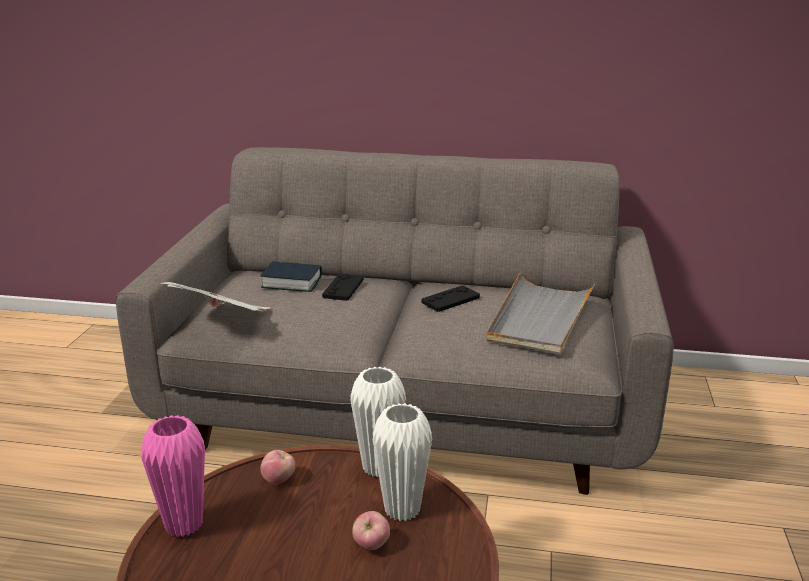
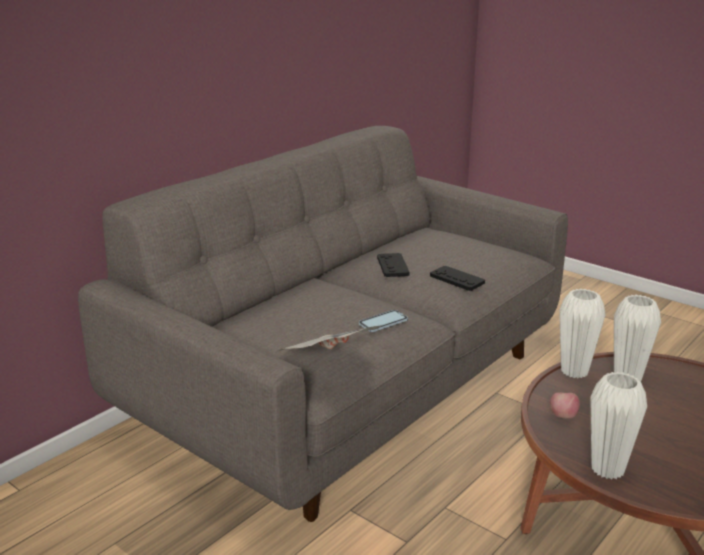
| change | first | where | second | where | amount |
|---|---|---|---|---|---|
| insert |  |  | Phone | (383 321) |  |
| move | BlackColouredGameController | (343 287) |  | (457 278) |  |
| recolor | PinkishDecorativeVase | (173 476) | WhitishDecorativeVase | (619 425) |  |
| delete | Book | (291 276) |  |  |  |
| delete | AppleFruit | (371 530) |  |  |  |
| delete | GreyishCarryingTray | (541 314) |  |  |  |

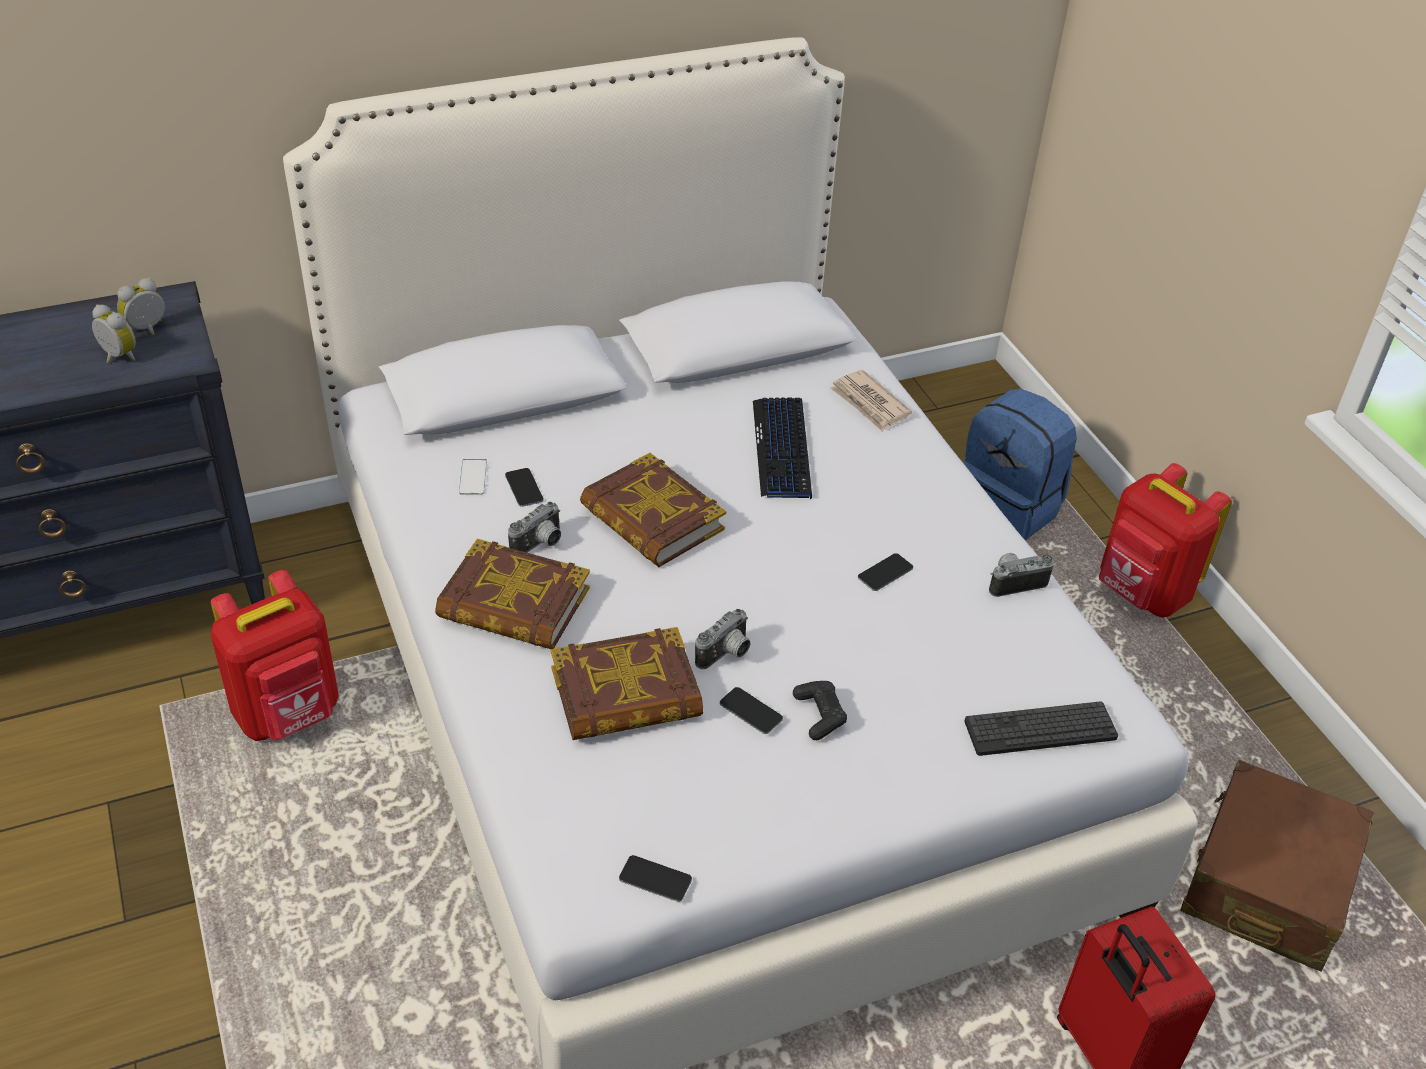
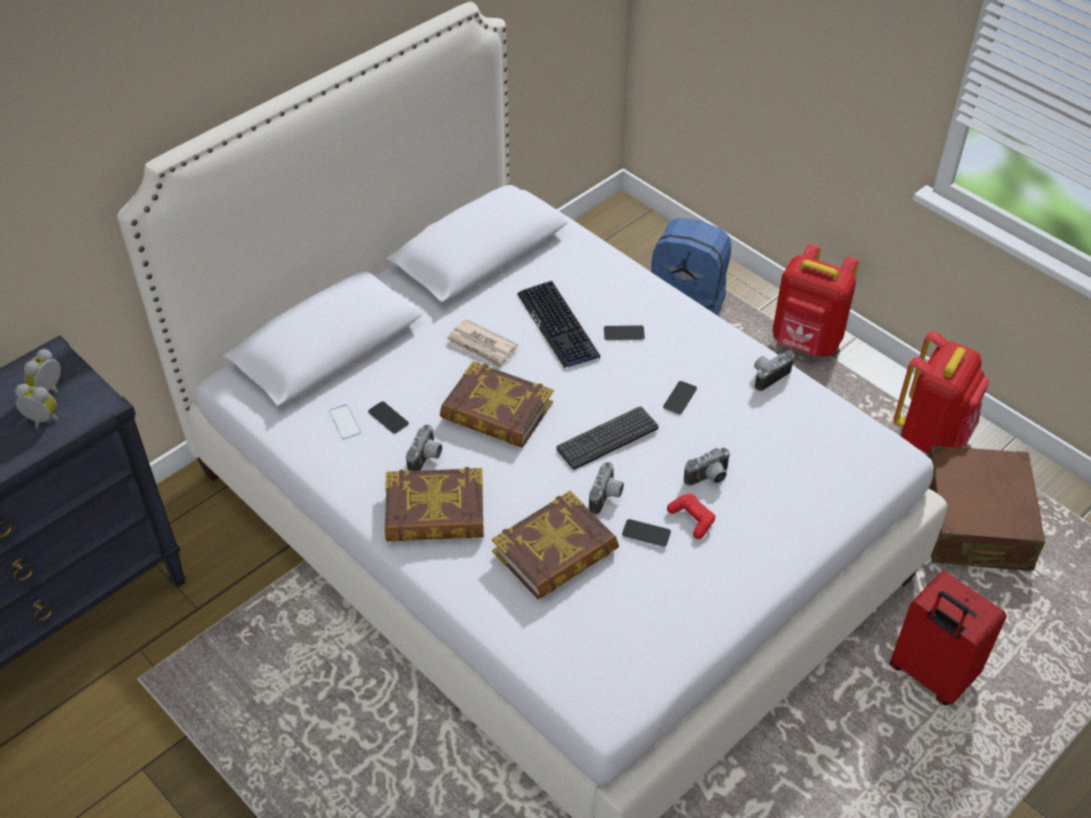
| change | first | where | second | where | amount |
|---|---|---|---|---|---|
| move | PrintedPaper | (871 401) |  | (482 344) |  |
| move | Keyboard | (1041 729) |  | (608 438) |  |
| move | Phone | (655 878) |  | (624 332) |  |
| recolor | BlackColouredGameController | (820 710) | ReddishGameController | (691 516) |  |
| insert |  |  | StillCamera | (707 466) |  |
| move | ReddishRucksack | (275 655) |  | (941 392) |  |

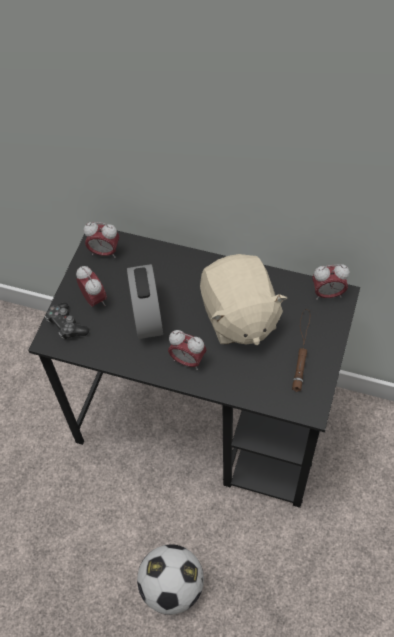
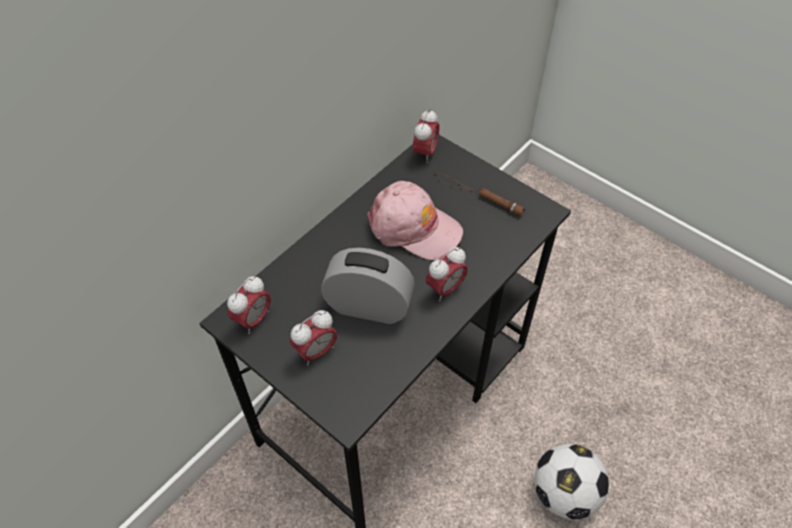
| change | first | where | second | where | amount |
|---|---|---|---|---|---|
| rotate | TableClock | (91 286) |  | (313 338) | 150 degrees clockwise |
| replace | SandColouredSoftToy | (243 299) | PinkishPeakedCap | (415 220) |  |
| delete | GameController | (67 321) |  |  |  |

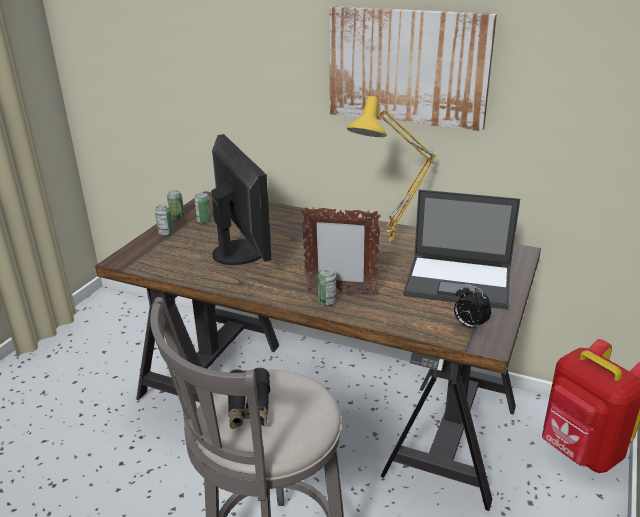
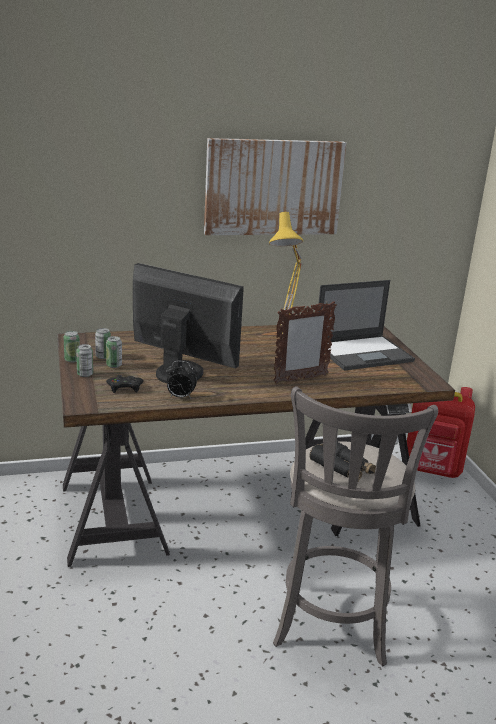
| change | first | where | second | where | amount |
|---|---|---|---|---|---|
| move | SealedCan | (327 287) |  | (114 352) |  |
| insert |  |  | BlackColouredGameController | (124 384) |  |
| move | TableClock | (472 307) |  | (181 379) |  |

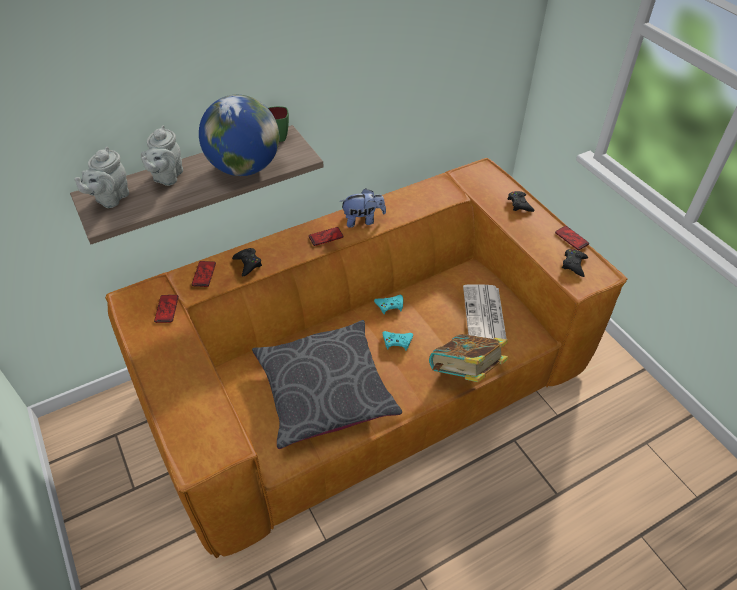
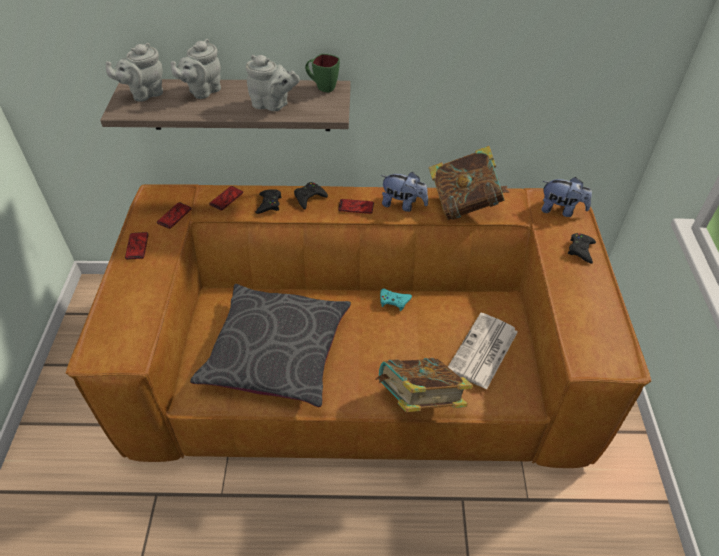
| change | first | where | second | where | amount |
|---|---|---|---|---|---|
| move | Phone | (572 238) |  | (137 246) |  |
| replace | DeskGlobe | (239 135) | GreyishTeaPot | (273 83) |  |
| move | BlackColouredGameController | (575 263) |  | (311 195) |  |
| insert |  |  | Book | (469 183) |  |
| insert |  |  | SoftToy | (566 197) |  |
| delete | BlueGreenGameController | (398 341) |  |  |  |

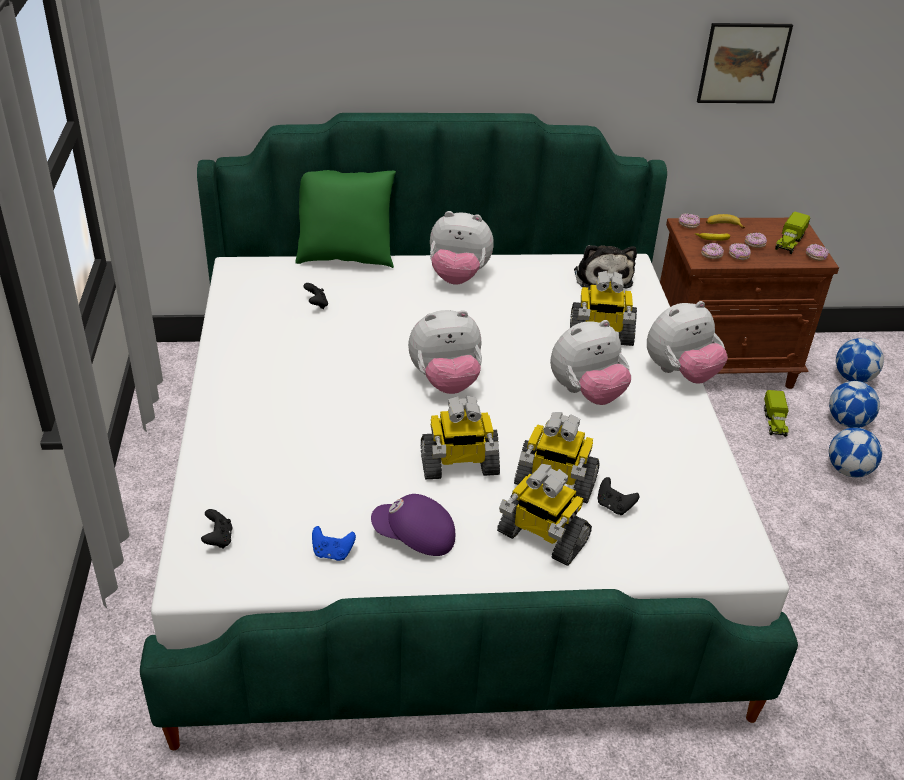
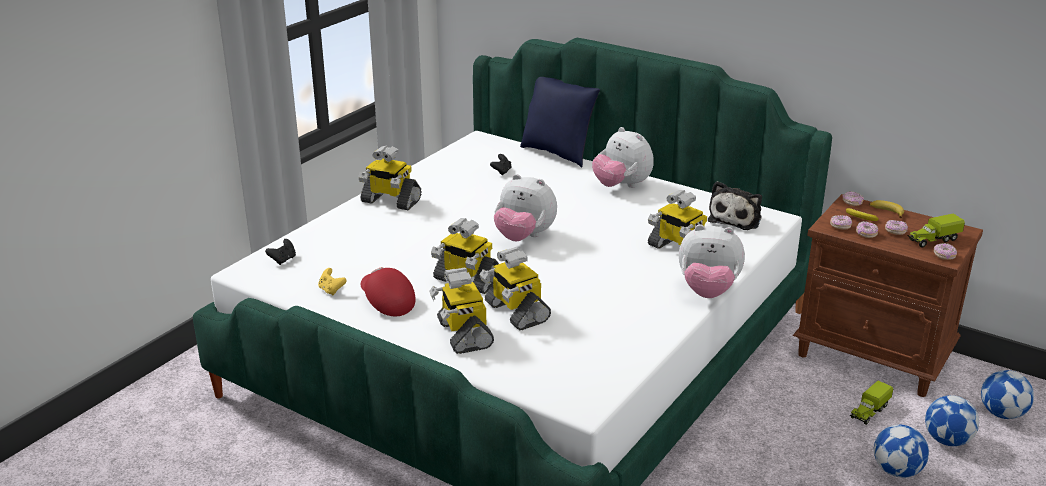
| change | first | where | second | where | amount |
|---|---|---|---|---|---|
| recolor | BlueGameController | (334 543) | YellowColouredGameController | (332 282) |  |
| insert |  |  | RobotFigure | (390 177) |  |
| recolor | PurplePeakedCap | (413 525) | ReddishPeakedCap | (388 291) |  |
| recolor | GreenThrowPillow | (345 219) | BlueThrowPillow | (560 122) |  |
| delete | SoftToy | (590 362) |  |  |  |
| delete | BlackColouredGameController | (618 496) |  |  |  |
| delete | WallArt | (745 63) |  |  |  |

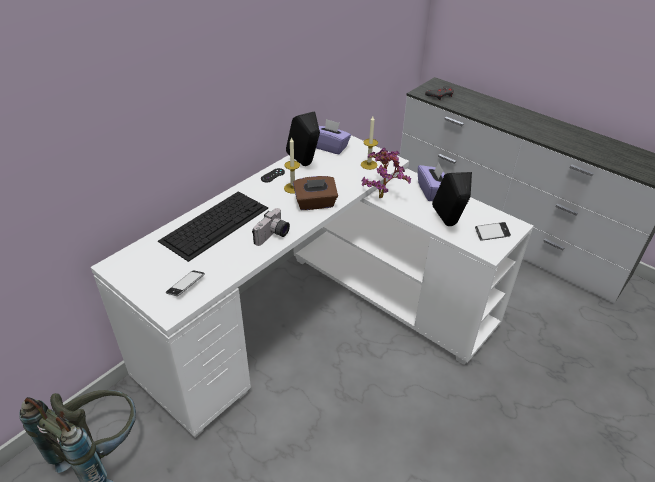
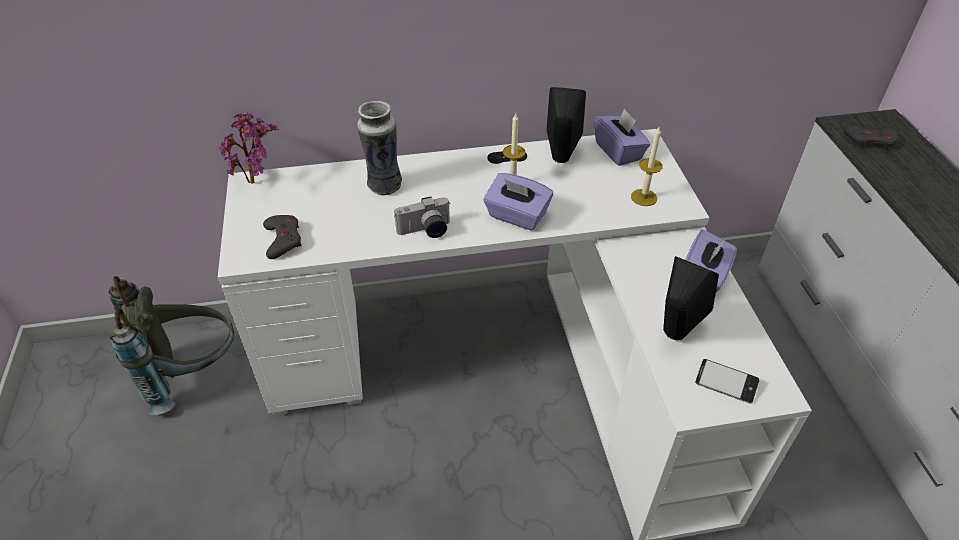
| change | first | where | second | where | amount |
|---|---|---|---|---|---|
| move | PottedPlant | (386 173) |  | (249 148) |  |
| replace | Phone | (185 283) | GreyishGameController | (282 237) |  |
| replace | Keyboard | (213 226) | DecorativeVase | (379 148) |  |
| recolor | BrownishBoxOfTissues | (315 193) | PurpleBoxOfTissues | (518 202) |  |

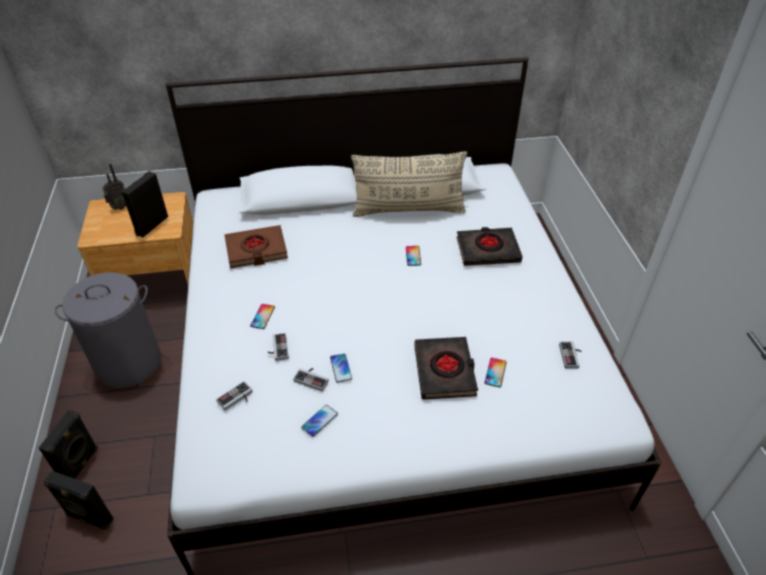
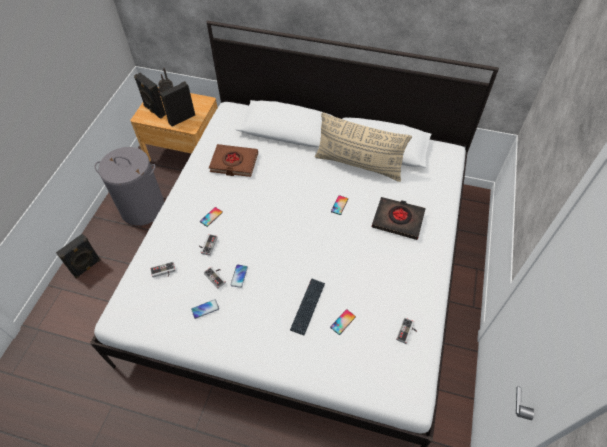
| change | first | where | second | where | amount |
|---|---|---|---|---|---|
| move | BlackColouredLoudspeaker | (78 500) |  | (150 95) |  |
| replace | BlackColouredBook | (446 368) | Keyboard | (307 306) |  |

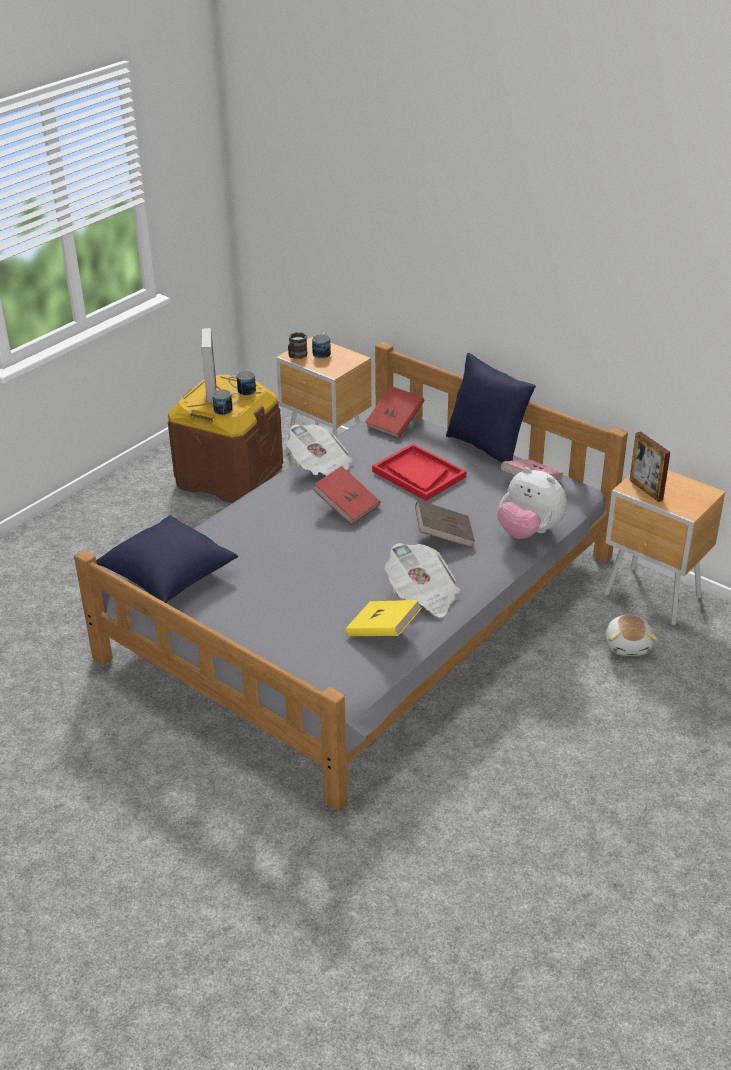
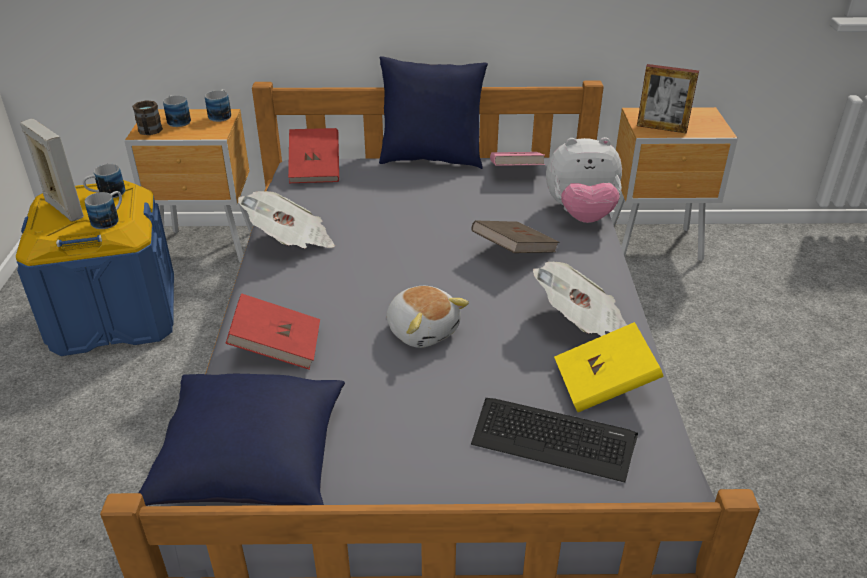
| change | first | where | second | where | amount |
|---|---|---|---|---|---|
| recolor | BrownishStorageBin | (225 439) | BlueStorageBin | (95 268) |  |
| insert |  |  | Mug | (218 105) |  |
| move | ReddishBook | (346 495) |  | (273 331) |  |
| move | SoftToy | (631 635) |  | (428 317) |  |
| insert |  |  | Keyboard | (554 440) |  |
| delete | ReddishCarryingTray | (419 472) |  |  |  |

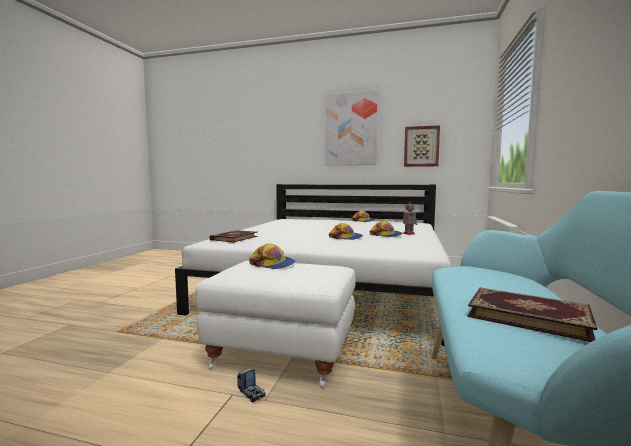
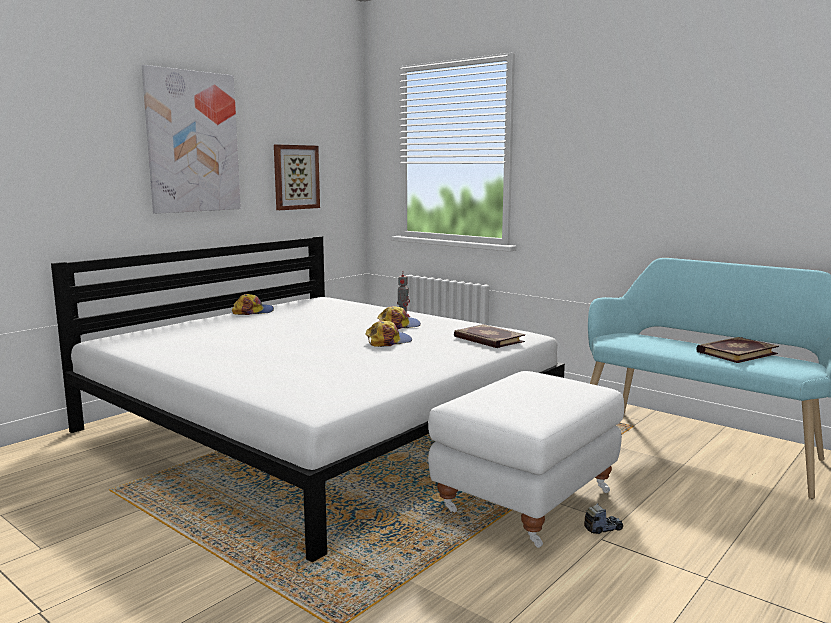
| change | first | where | second | where | amount |
|---|---|---|---|---|---|
| move | Book | (234 236) |  | (489 336) |  |
| delete | PeakedCap | (272 256) |  |  |  |

